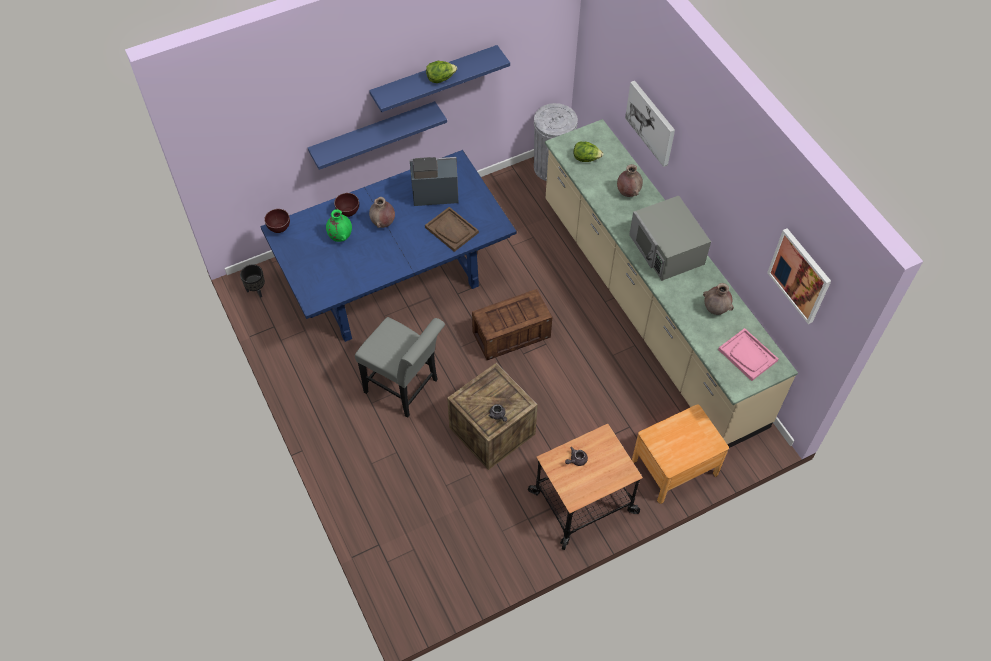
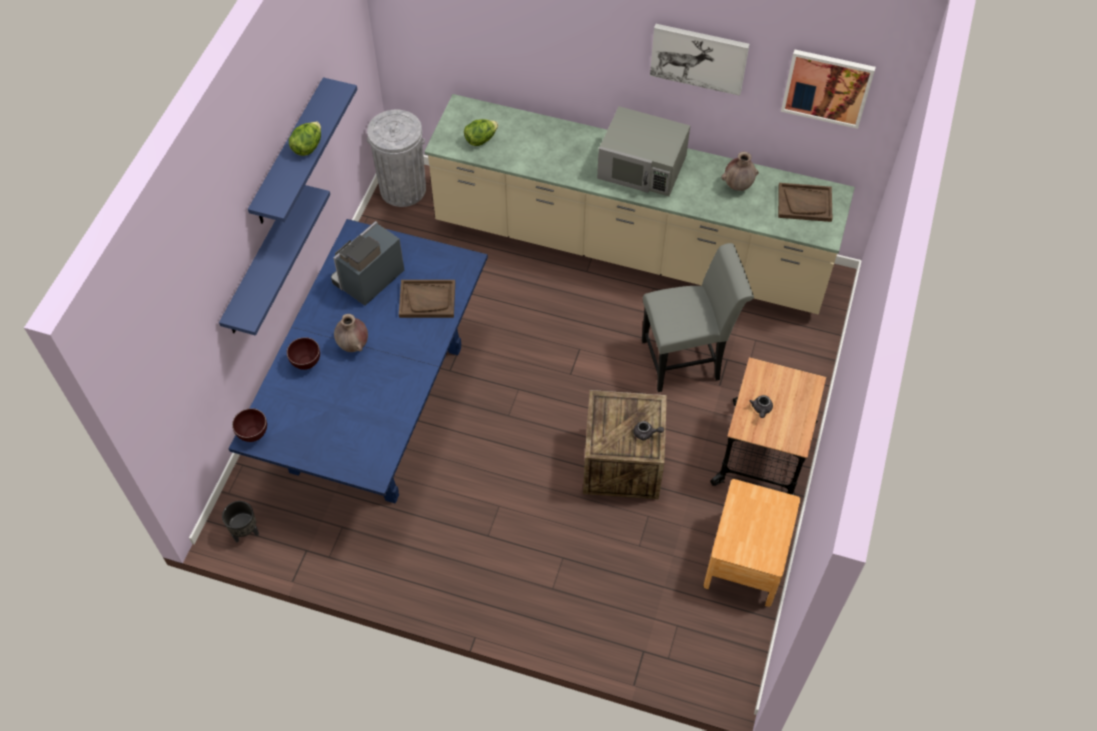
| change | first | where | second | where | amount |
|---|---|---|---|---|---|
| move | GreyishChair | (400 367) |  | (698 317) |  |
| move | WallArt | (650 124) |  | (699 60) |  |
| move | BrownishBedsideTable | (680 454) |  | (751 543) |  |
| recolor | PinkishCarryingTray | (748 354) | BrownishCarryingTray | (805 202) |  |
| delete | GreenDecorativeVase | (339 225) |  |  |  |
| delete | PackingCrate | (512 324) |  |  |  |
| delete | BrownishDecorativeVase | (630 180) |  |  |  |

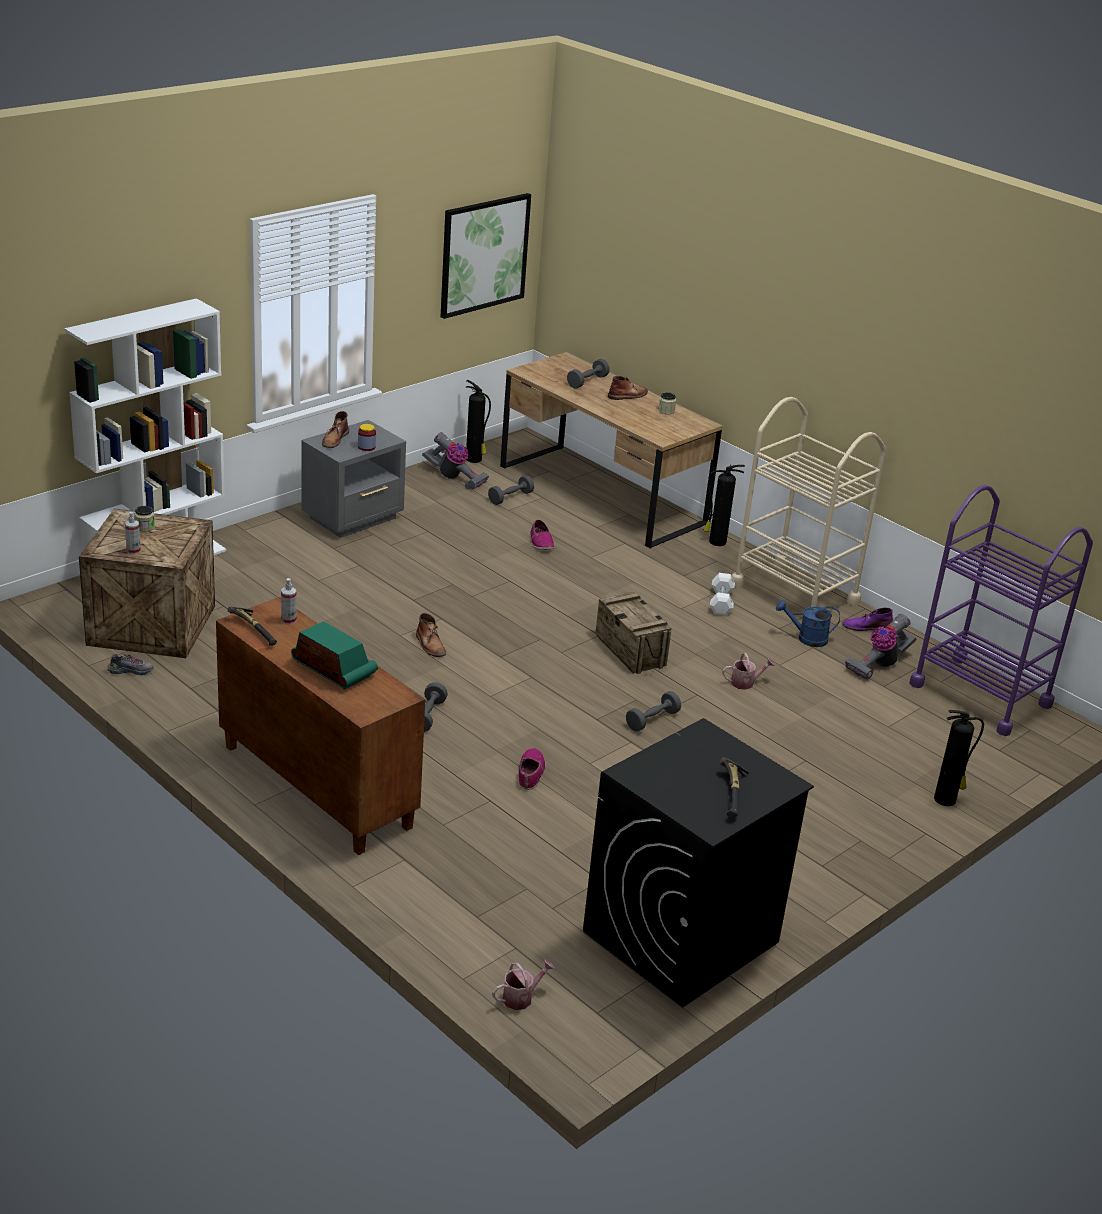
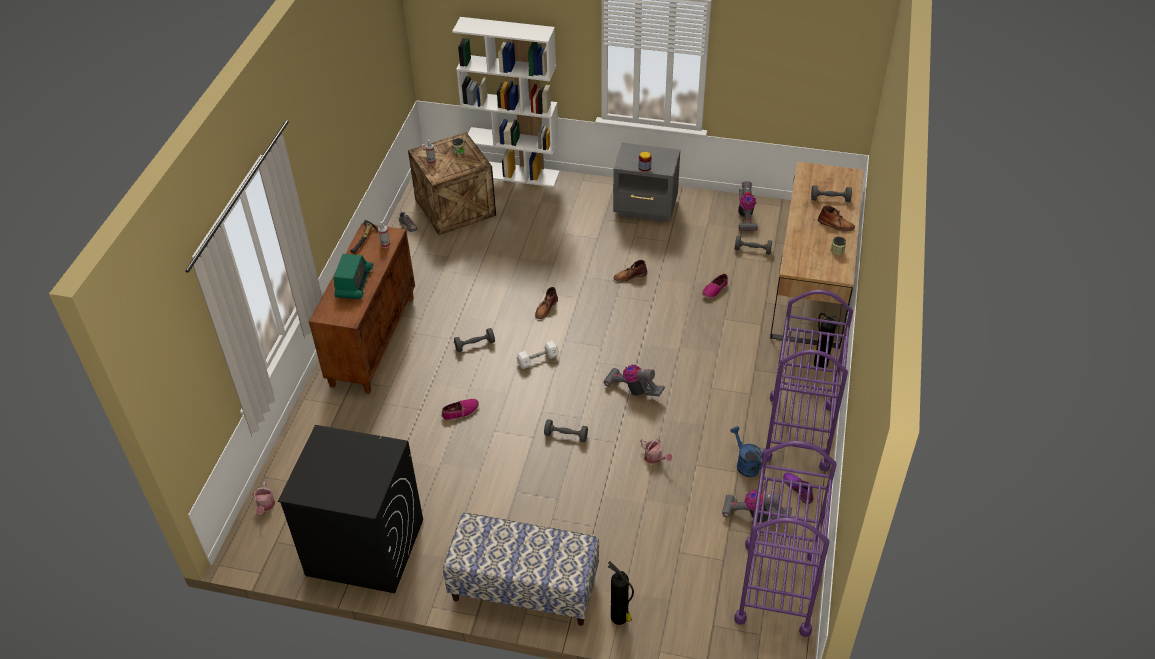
| change | first | where | second | where | amount |
|---|---|---|---|---|---|
| rotate | WateringCan | (523 985) |  | (264 498) | 60 degrees clockwise |
| insert |  |  | LongSeat | (521 569) |  |
| move | WhitishDumbbell | (722 594) |  | (538 355) |  |
| replace | PackingCrate | (633 633) | VacuumCleaner | (634 380) |  |
| move | BrownishTallBoot | (335 429) |  | (630 271) |  |
| recolor | SandColouredWheeledCart | (808 502) | PurpleWheeledCart | (807 380) |  |
| delete | WallArt | (486 256) |  |  |  |
| delete | FireFightingCylinder | (478 421) |  |  |  |
| delete | HandHammer | (734 787) |  |  |  |

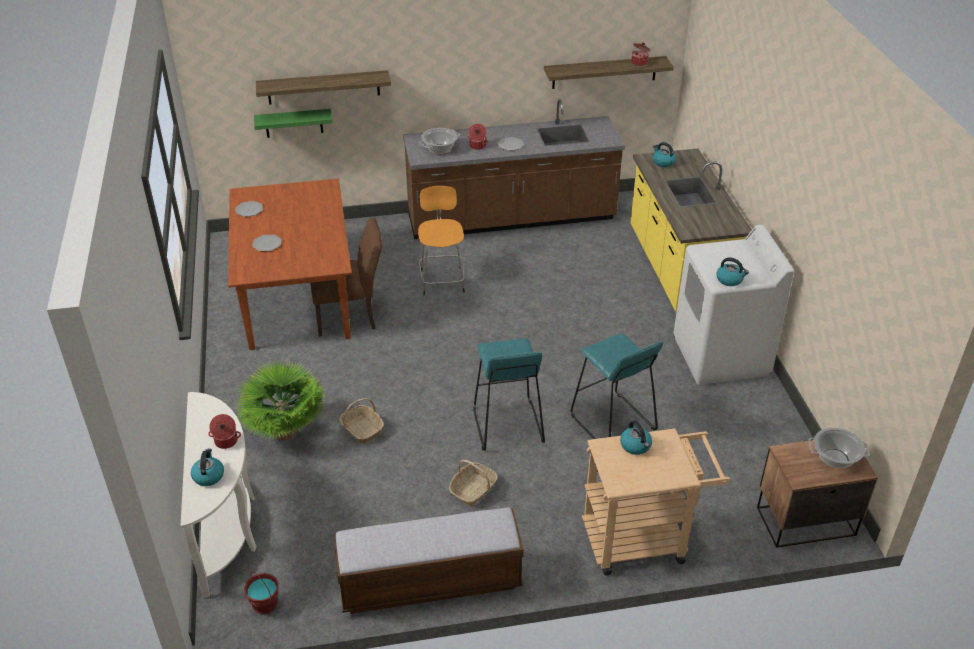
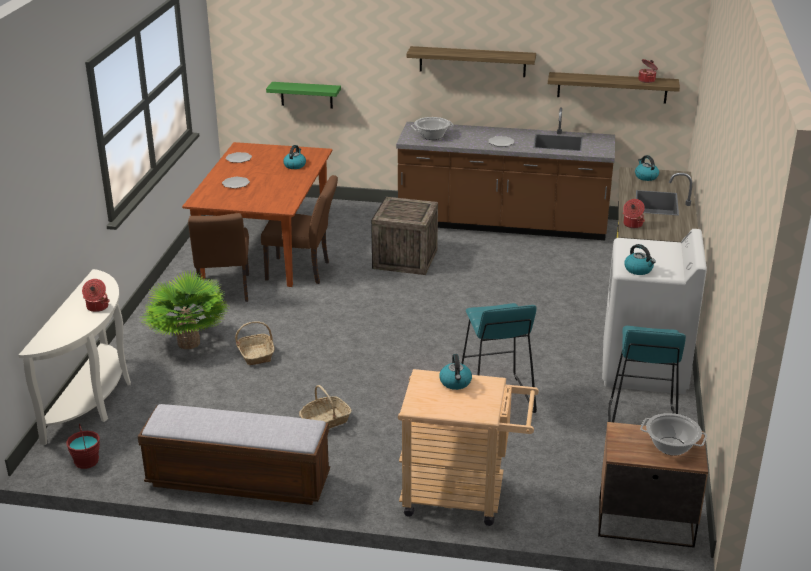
| change | first | where | second | where | amount |
|---|---|---|---|---|---|
| insert |  |  | BrownishChair | (218 257) |  |
| move | WaterKettle | (207 467) |  | (294 157) |  |
| replace | OrangeColouredStoolSeat | (441 240) | PackingCrate | (404 236) |  |
| move | BracketShelf | (323 87) |  | (471 61) |  |
| move | BlueGreenStoolSeat | (509 394) |  | (647 374) |  |
| move | Saucepot | (478 137) |  | (634 213) |  |

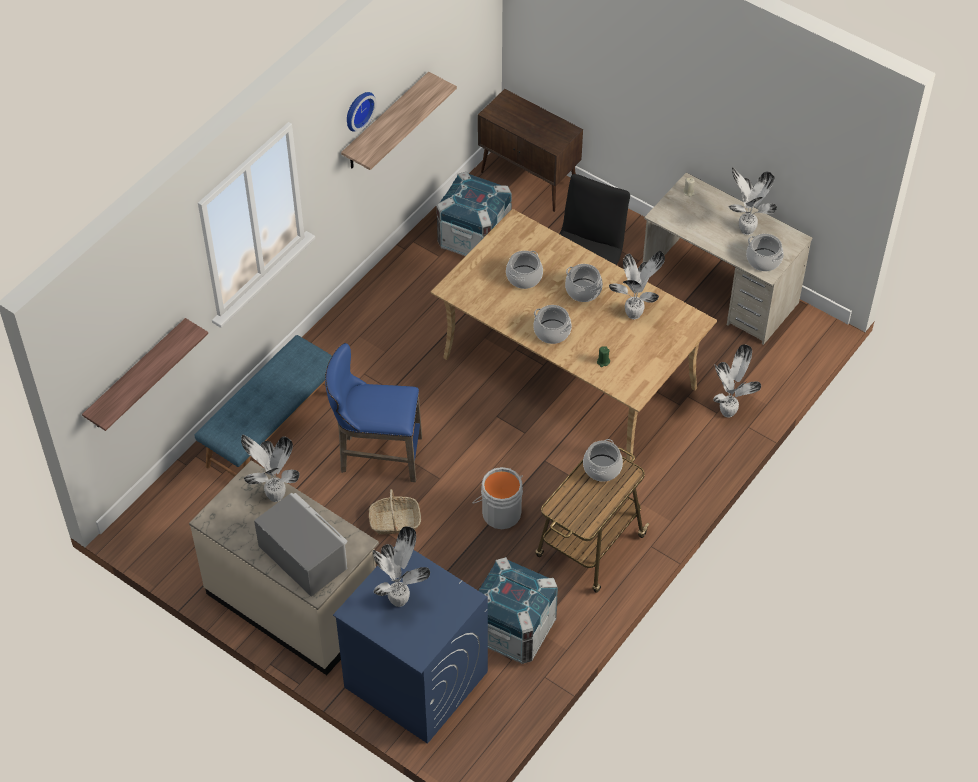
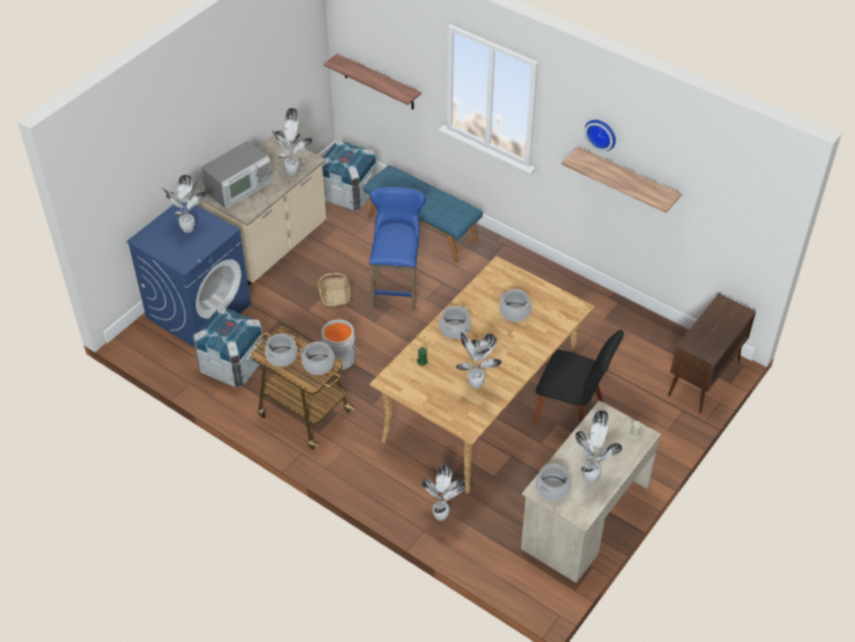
| change | first | where | second | where | amount |
|---|---|---|---|---|---|
| move | Saucepot | (584 283) |  | (281 350) |  |
| move | PackingCrate | (474 214) |  | (349 175) |  |

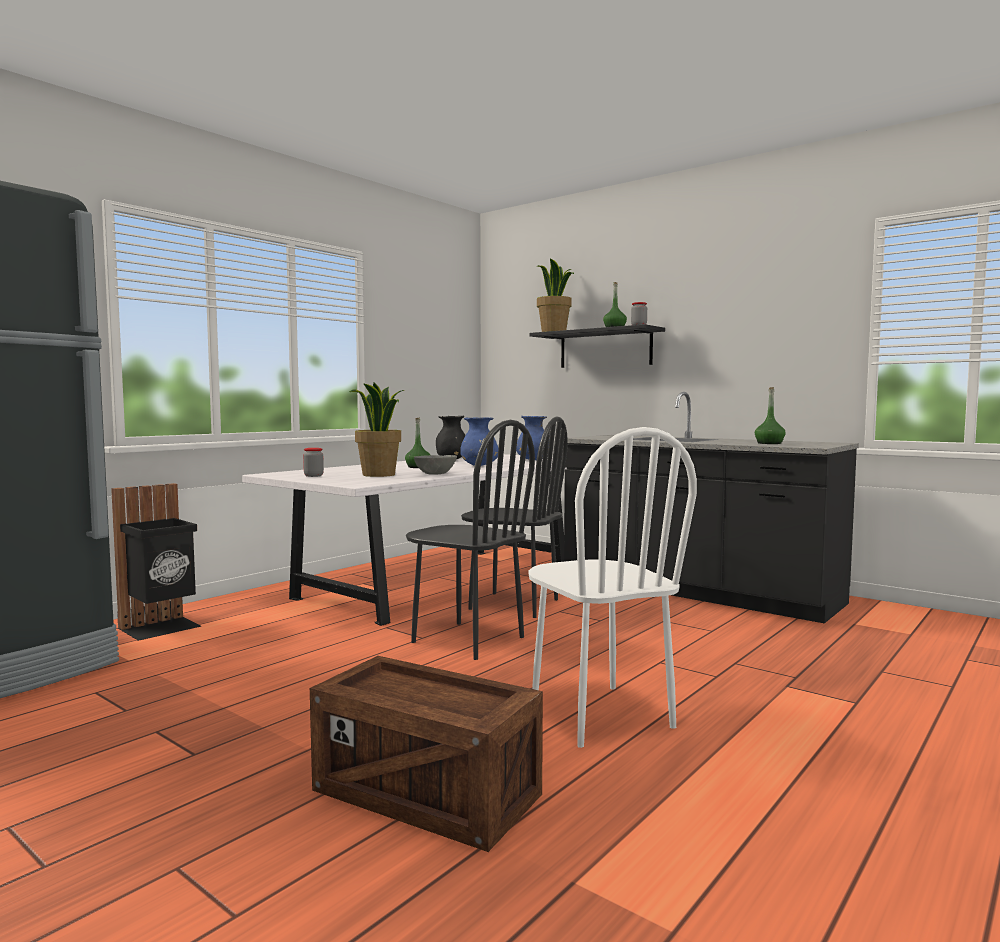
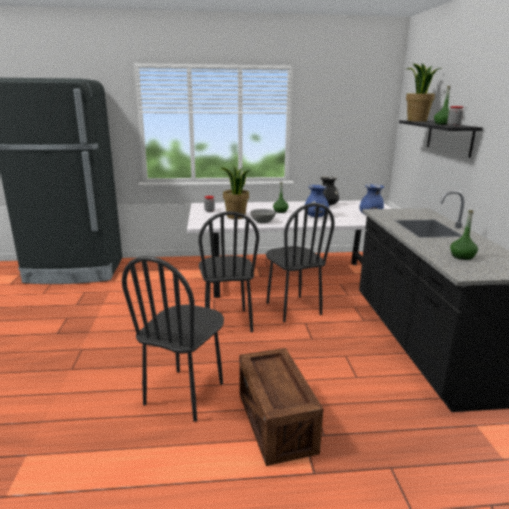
| change | first | where | second | where | amount |
|---|---|---|---|---|---|
| recolor | WhitishChair | (612 587) | BlackColouredChair | (173 339) |  |
| move | PackingCrate | (426 754) |  | (281 407) |  |
| delete | BlackColouredTrashCan | (156 562) |  |  |  |

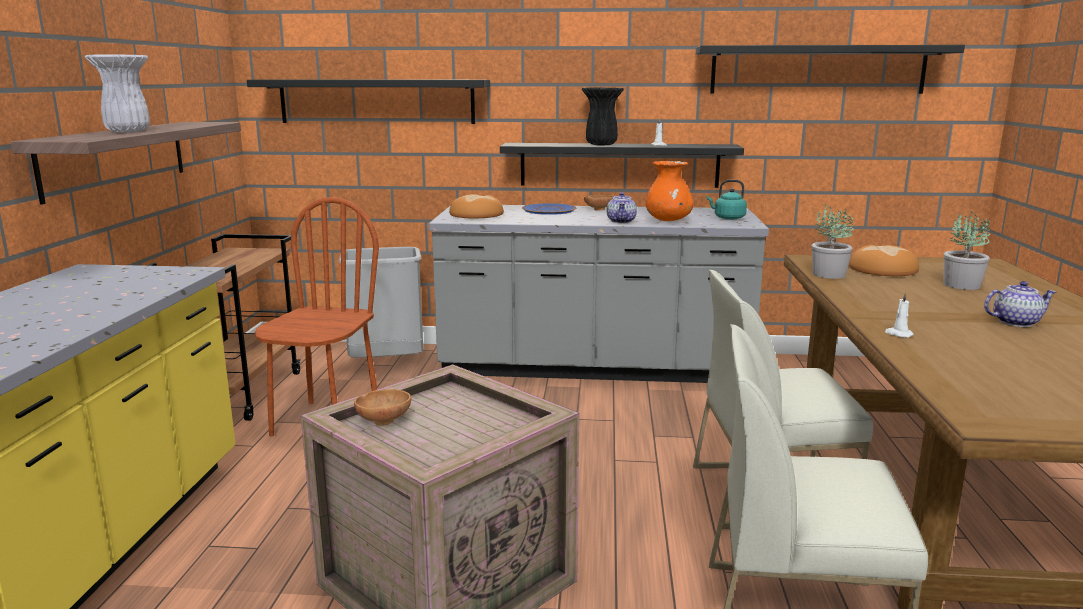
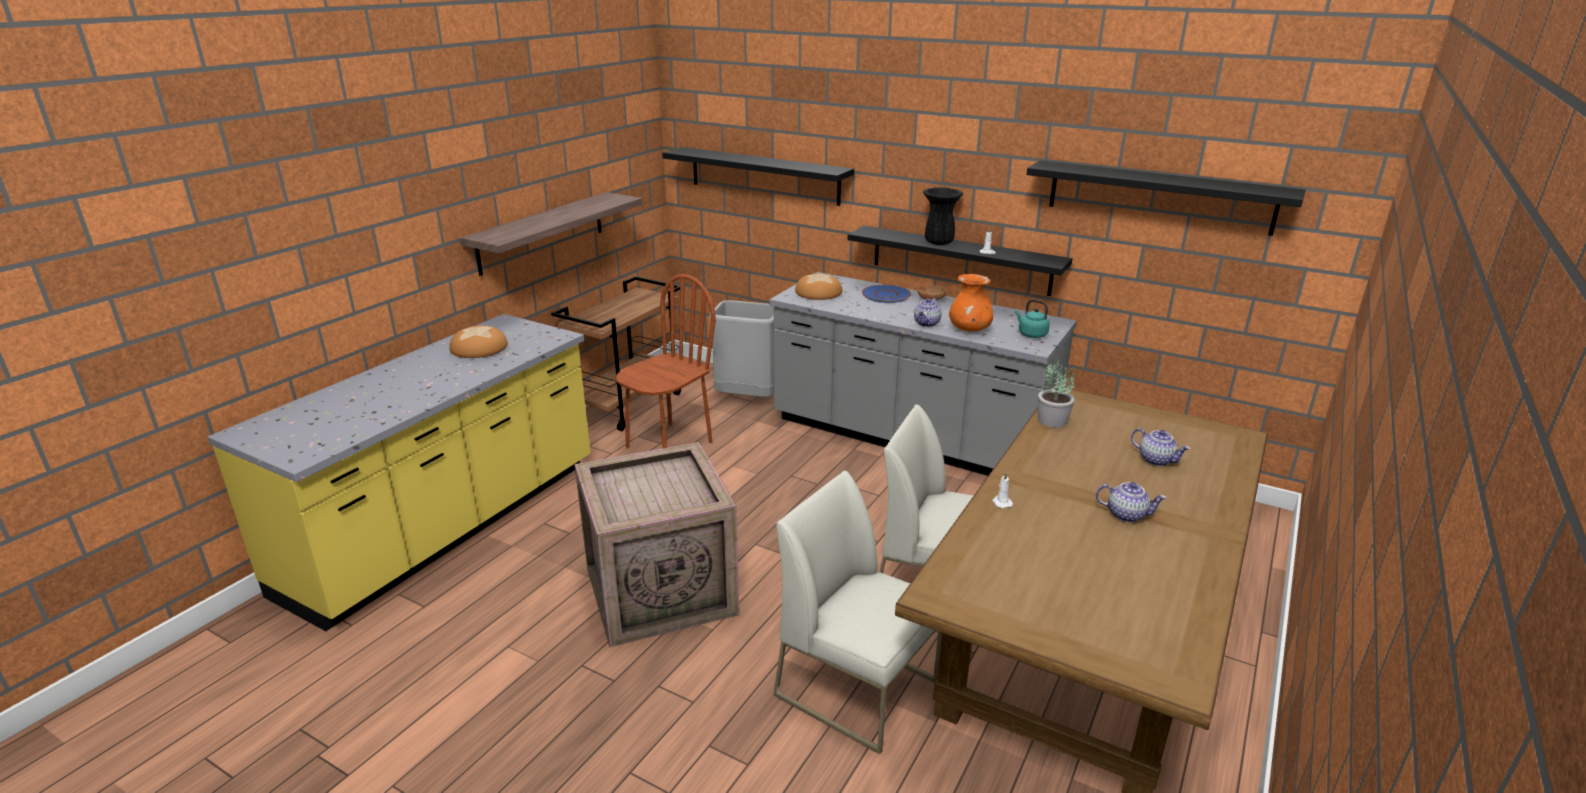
| change | first | where | second | where | amount |
|---|---|---|---|---|---|
| move | BakedBread | (884 260) |  | (478 341) |  |
| replace | PottedPlant | (967 250) | TeaPot | (1161 447) |  |
| delete | WhitishDecorativeVase | (117 93) |  |  |  |
| delete | BrownishServingBowl | (382 407) |  |  |  |

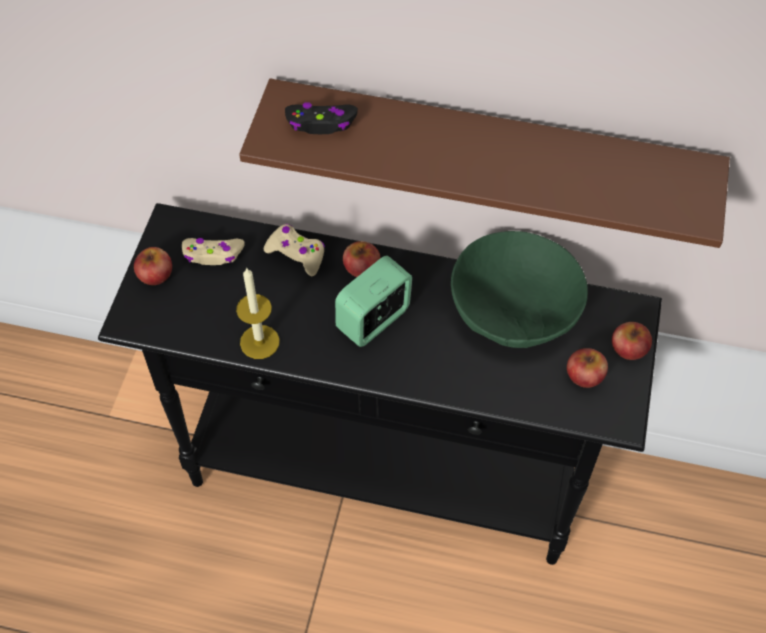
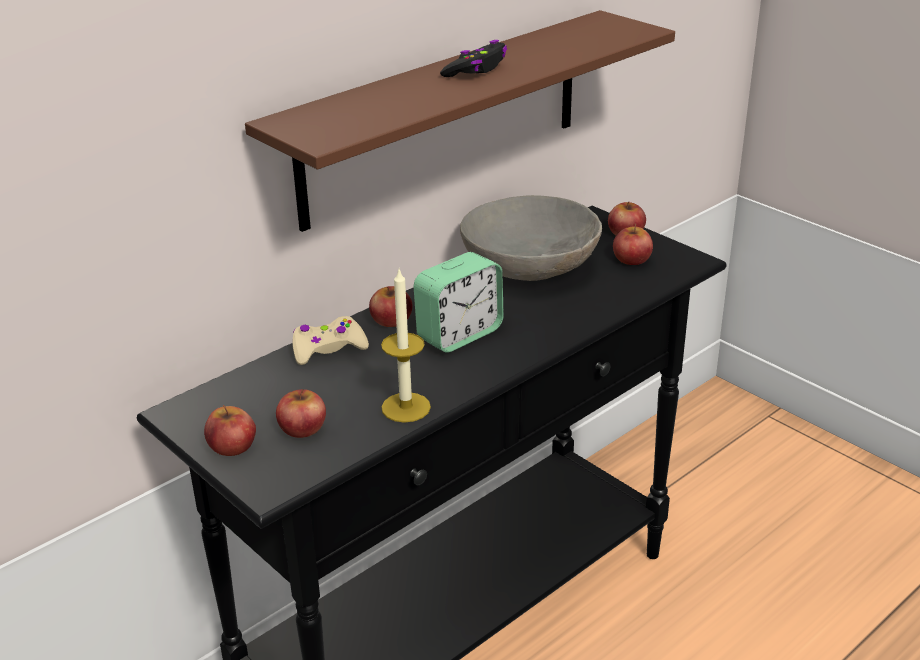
| change | first | where | second | where | amount |
|---|---|---|---|---|---|
| insert |  |  | AppleFruit | (301 413) |  |
| rotate | TableClock | (373 301) |  | (459 302) | 120 degrees counterclockwise |
| move | BlackColouredGameController | (321 118) |  | (473 58) |  |
| recolor | GreenServingBowl | (519 289) | GreyishServingBowl | (531 238) |  |
| delete | SandColouredGameController | (213 251) |  |  |  |

